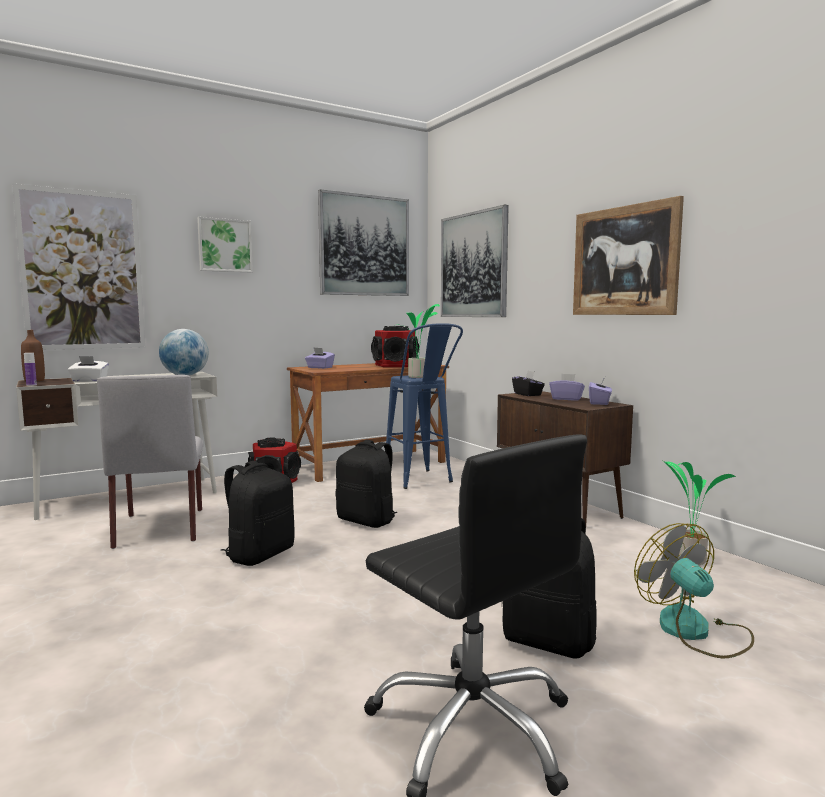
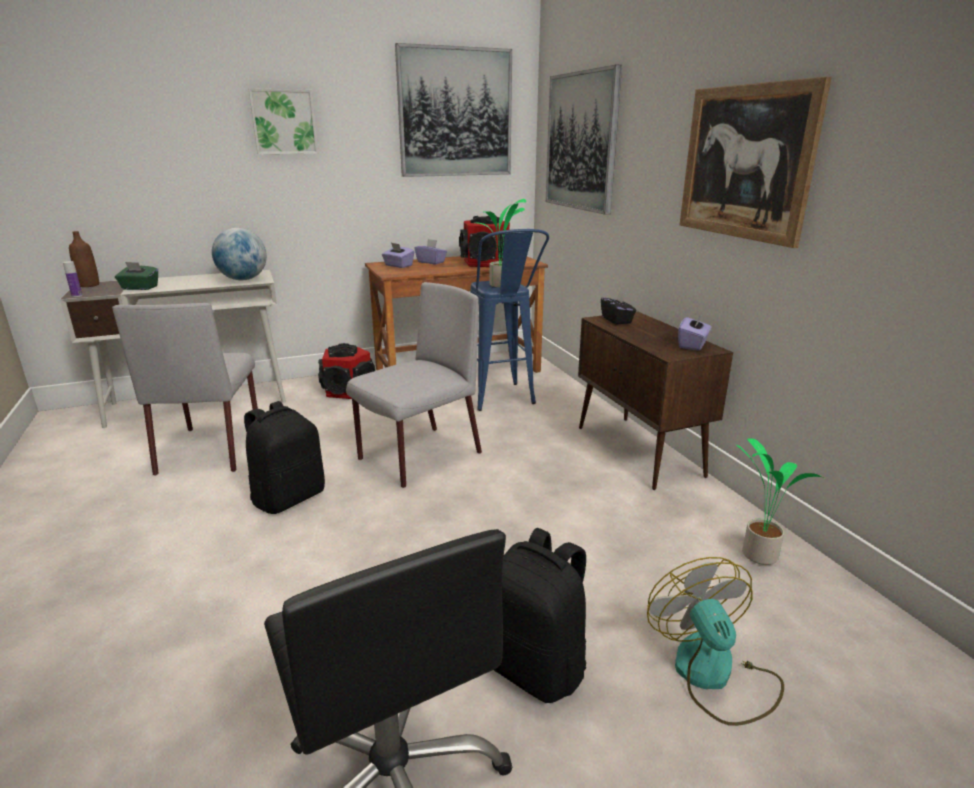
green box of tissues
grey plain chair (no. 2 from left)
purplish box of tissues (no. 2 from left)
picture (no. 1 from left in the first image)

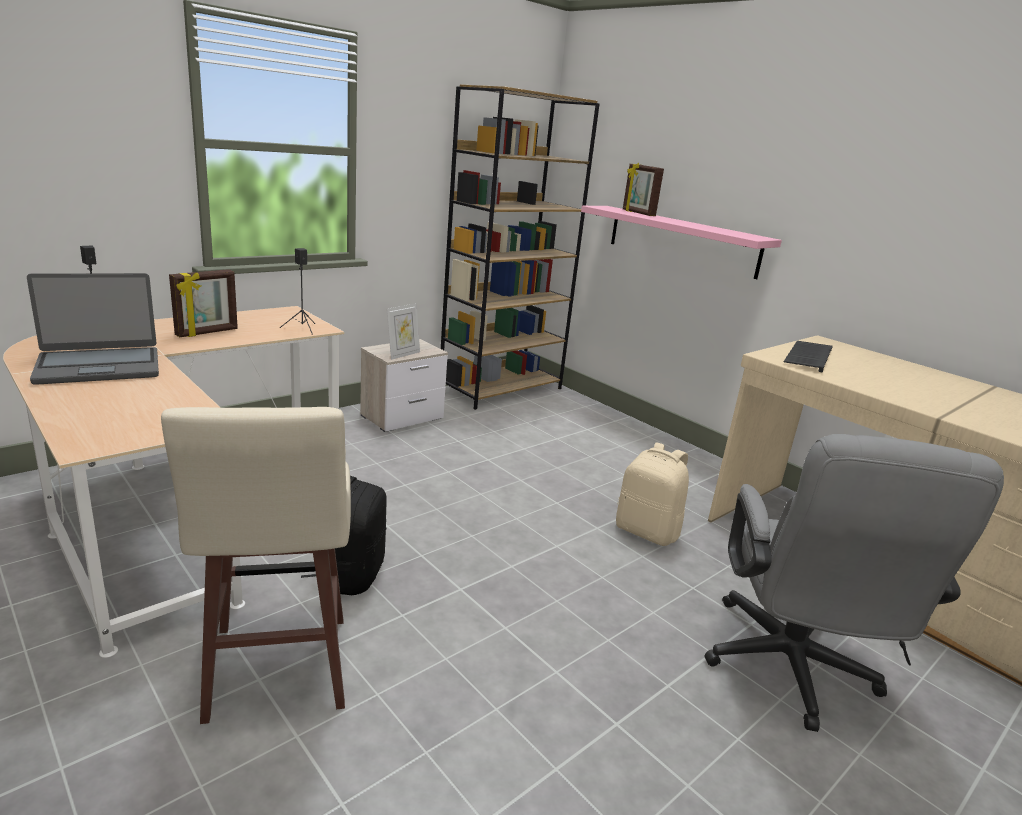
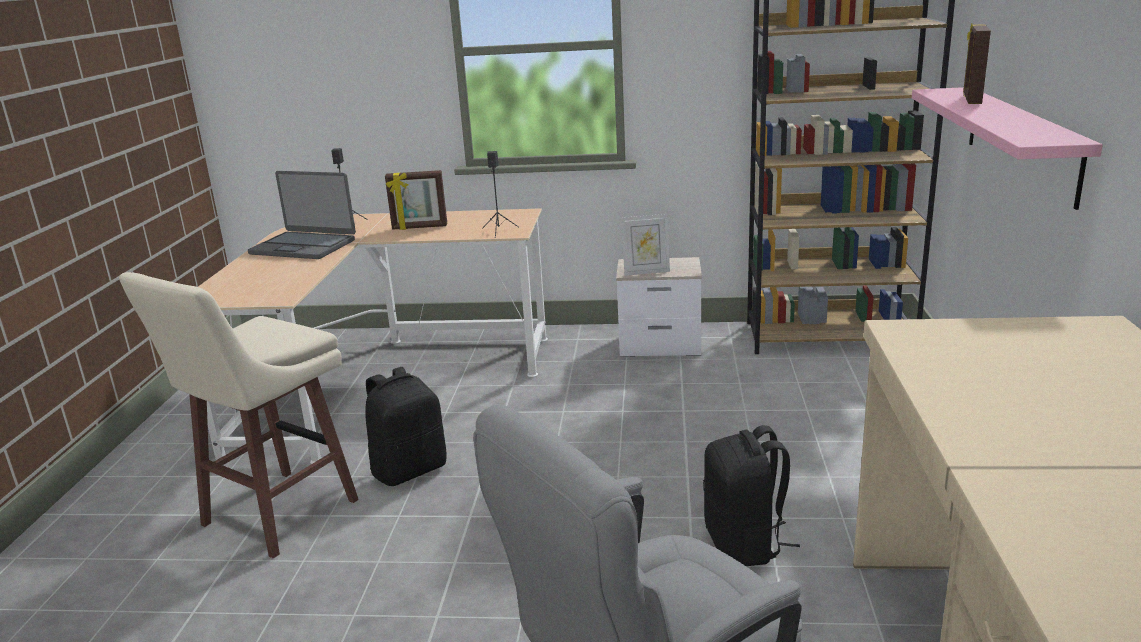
black-coloured backpack (no. 2 from left)
PC keyboard

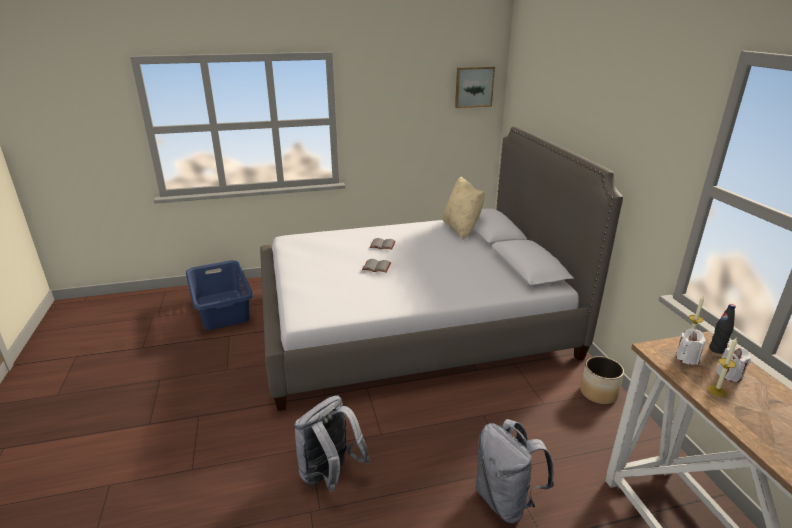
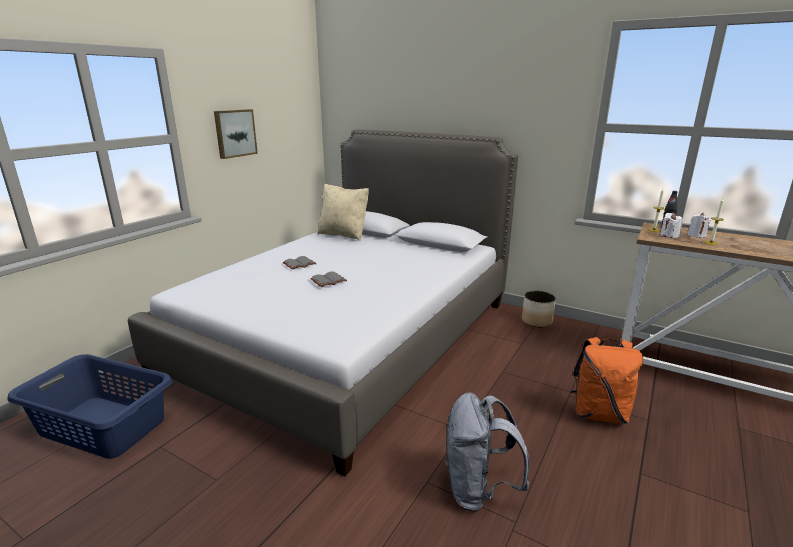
picture
orangey backpack

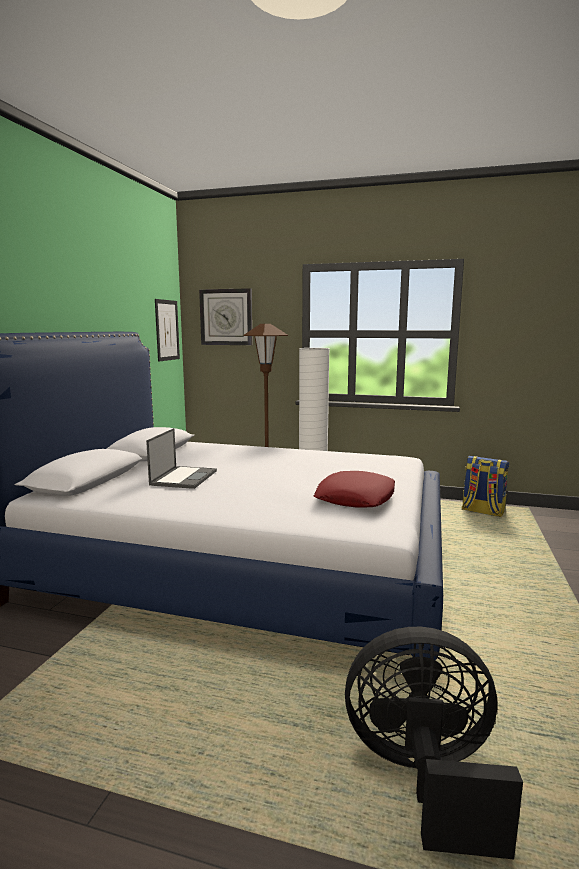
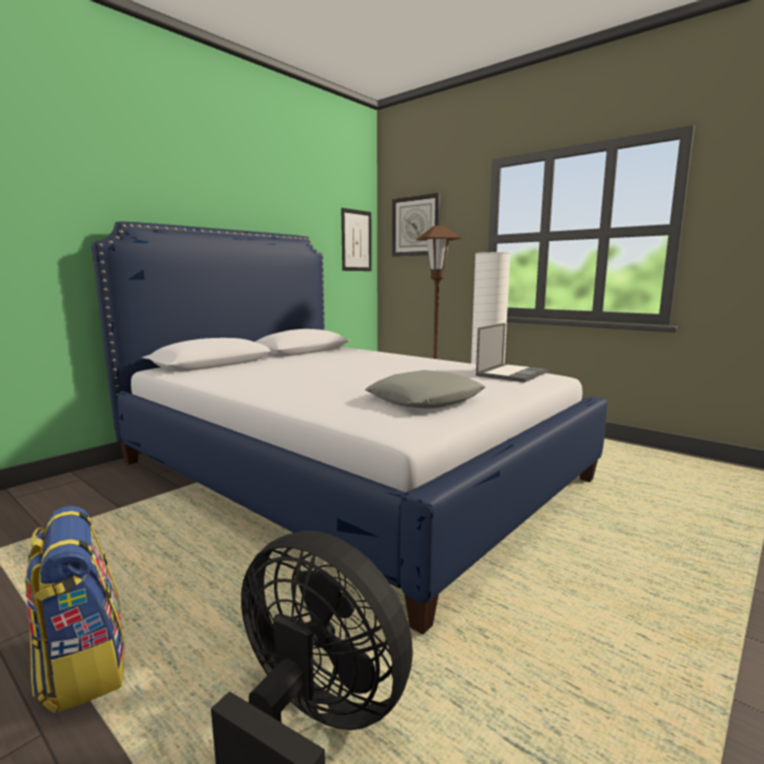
backpack
grey pillow
laptop

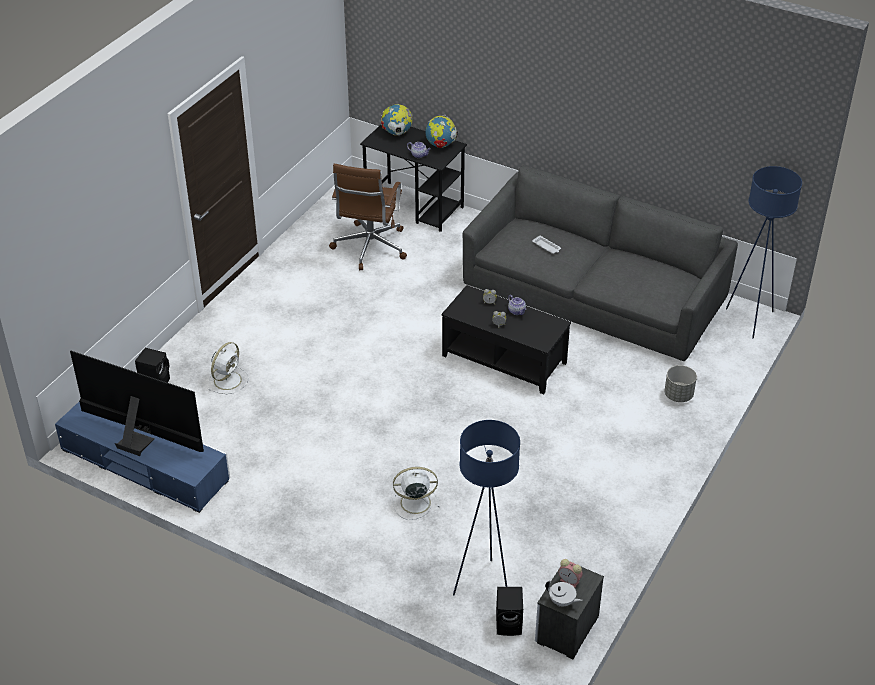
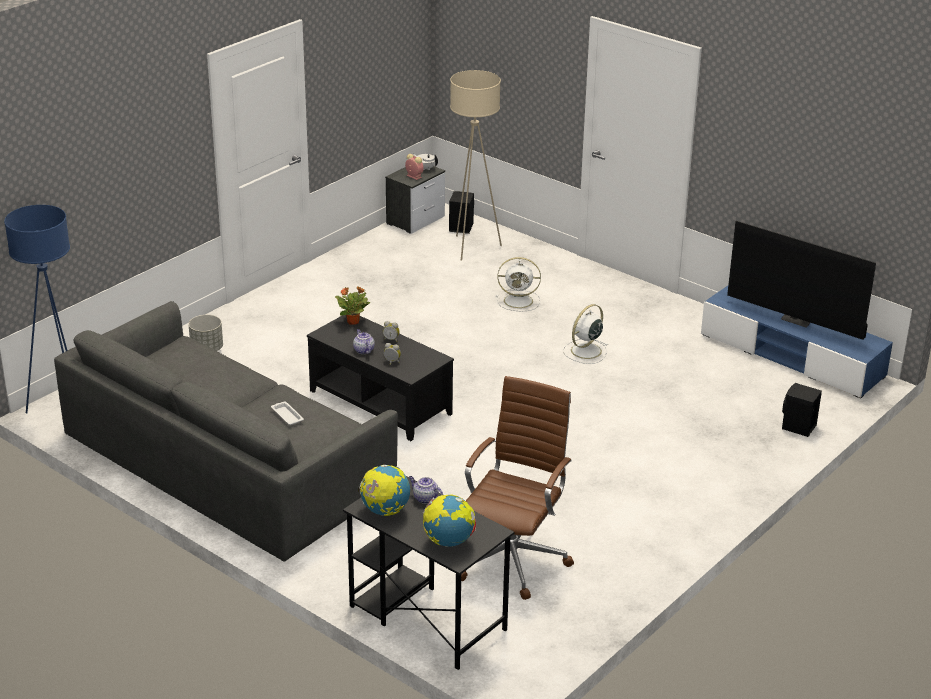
potted plant
beige-coloured standard lamp
white-coloured cooling fan (no. 2 from left)

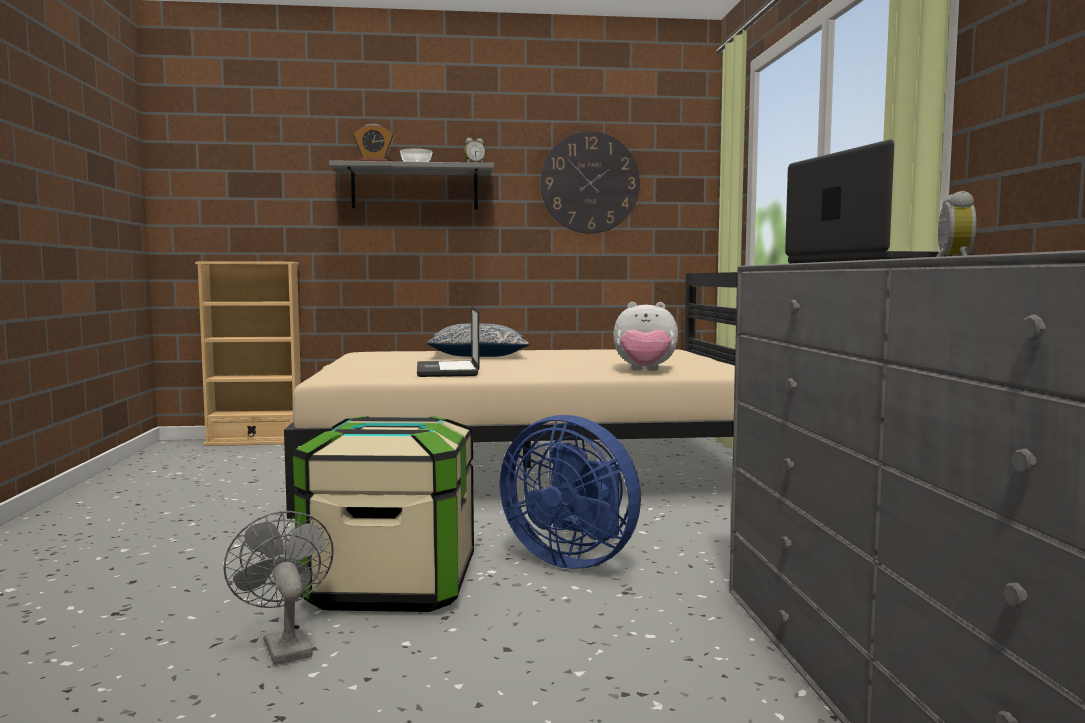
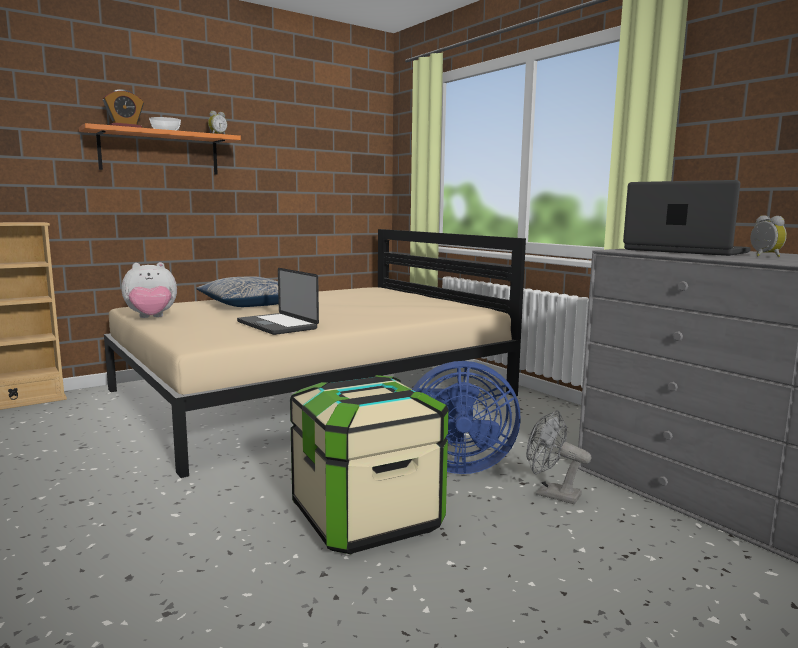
orangey wall shelf
soft toy
grey cooling fan
clock on the wall

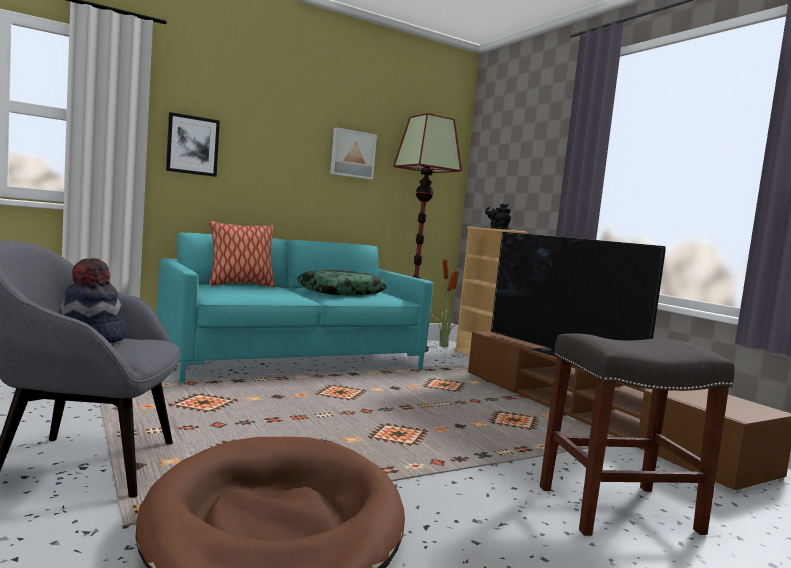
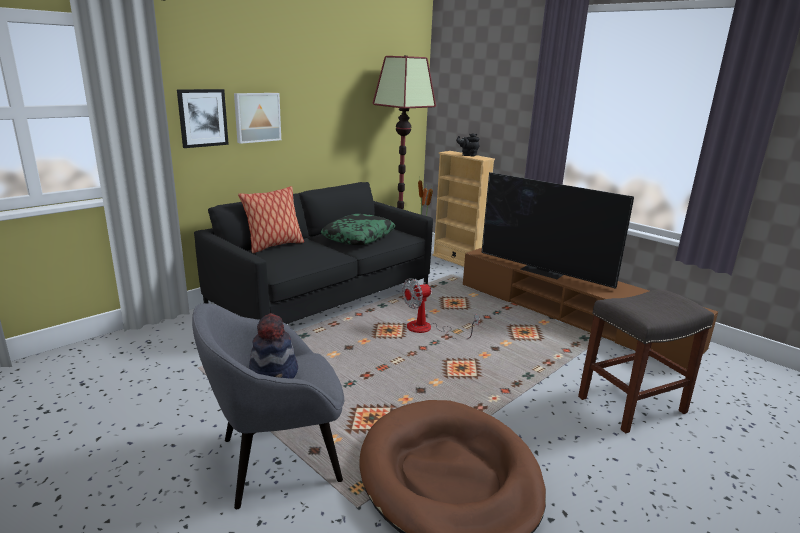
black-coloured couch
picture (no. 2 from left)
cooling fan

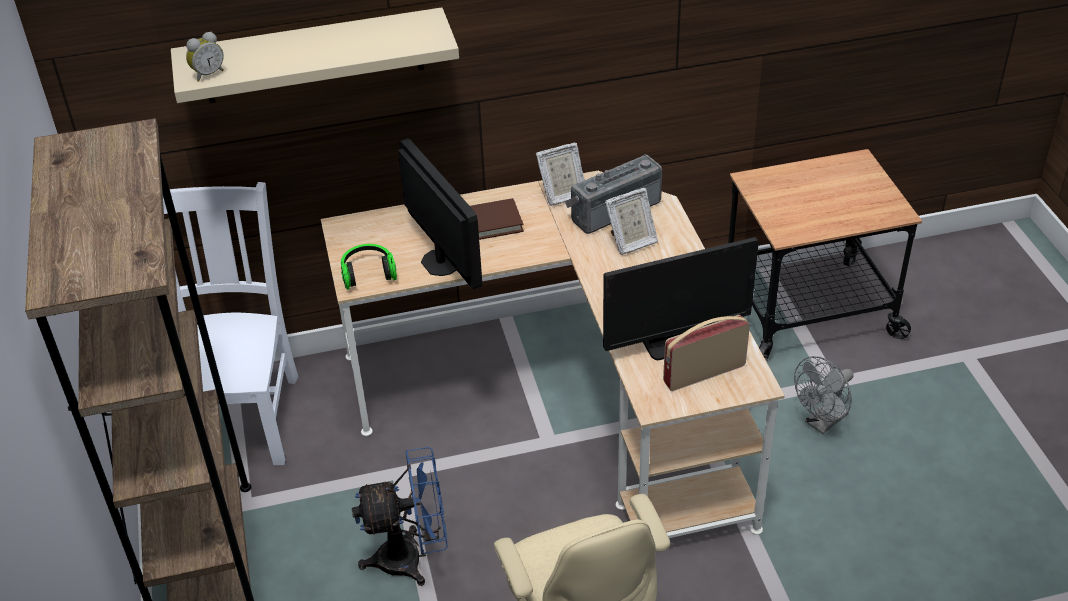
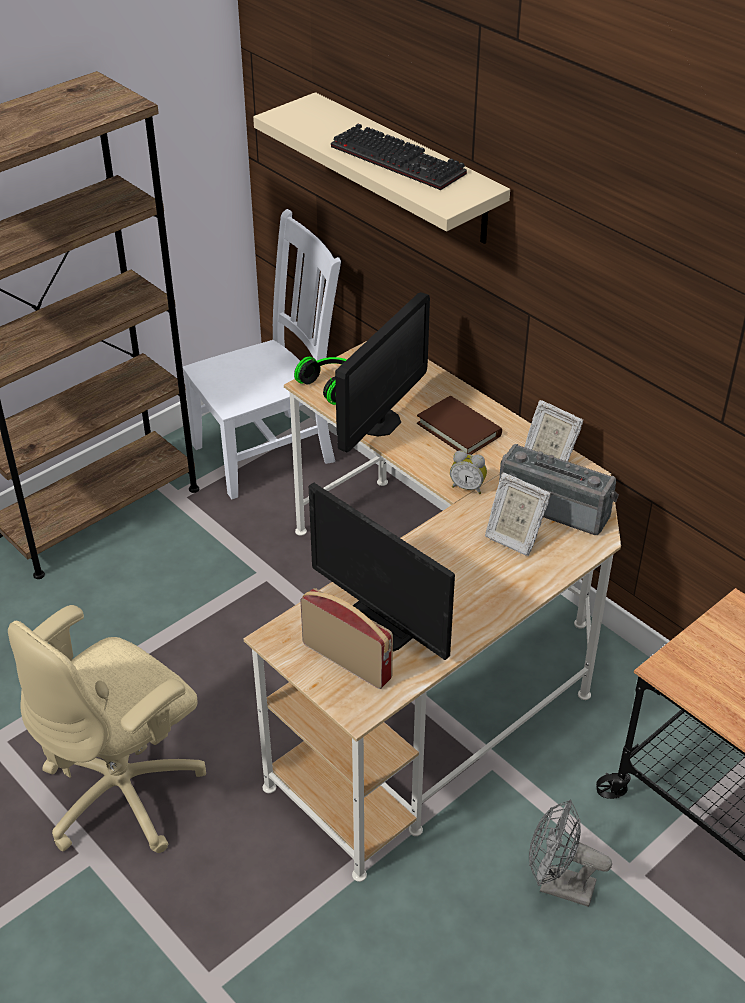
PC keyboard
table clock
blue cooling fan

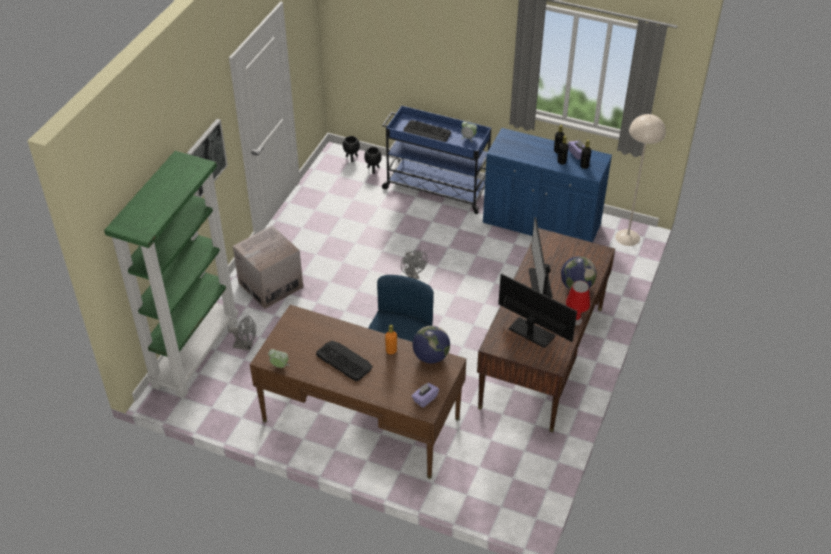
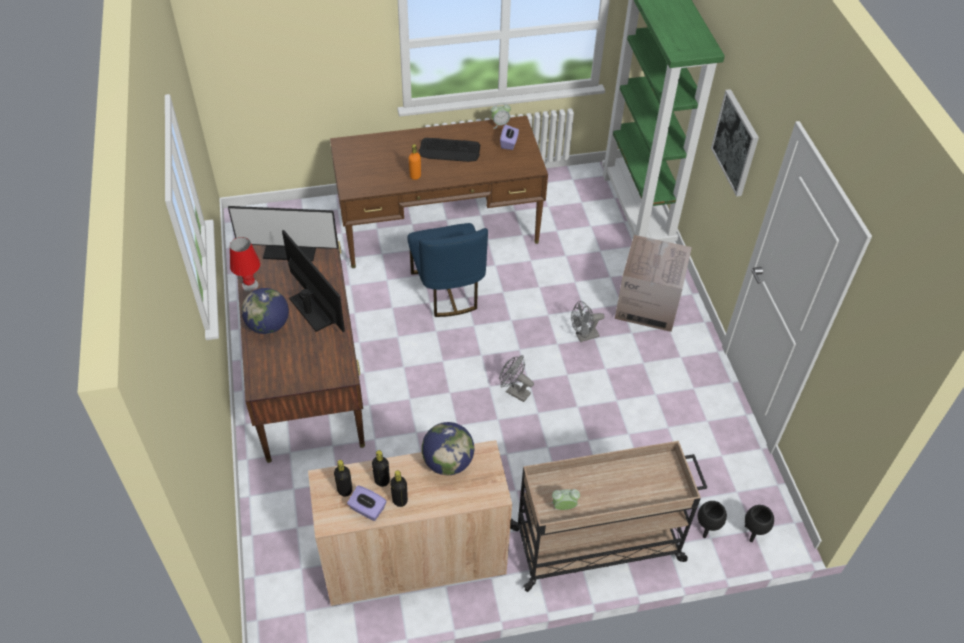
beige-coloured cabinet
world globe (no. 2 from left)
purplish box of tissues (no. 2 from left)
beige-coloured wheeled cart
grey cooling fan (no. 2 from left)
PC keyboard (no. 2 from left in the first image)
beige-coloured standard lamp

